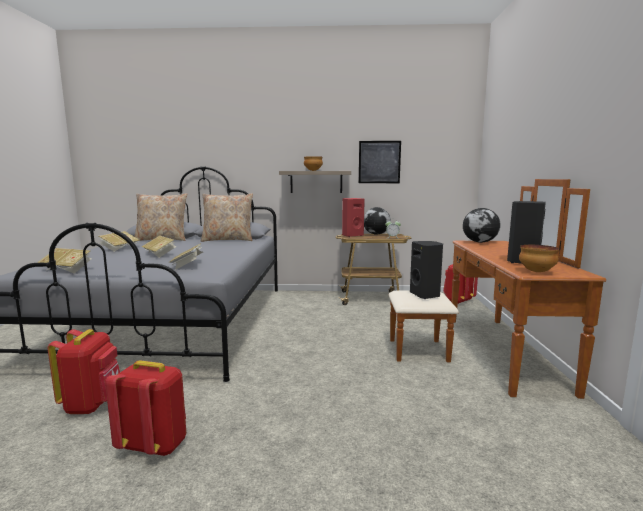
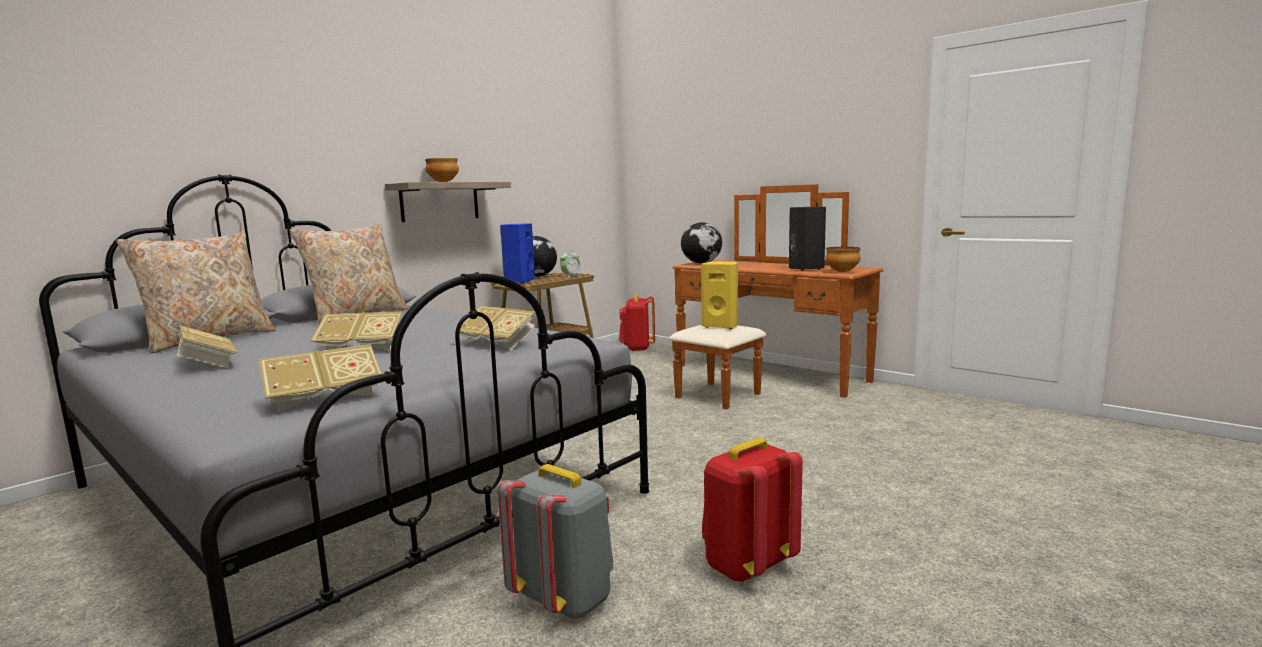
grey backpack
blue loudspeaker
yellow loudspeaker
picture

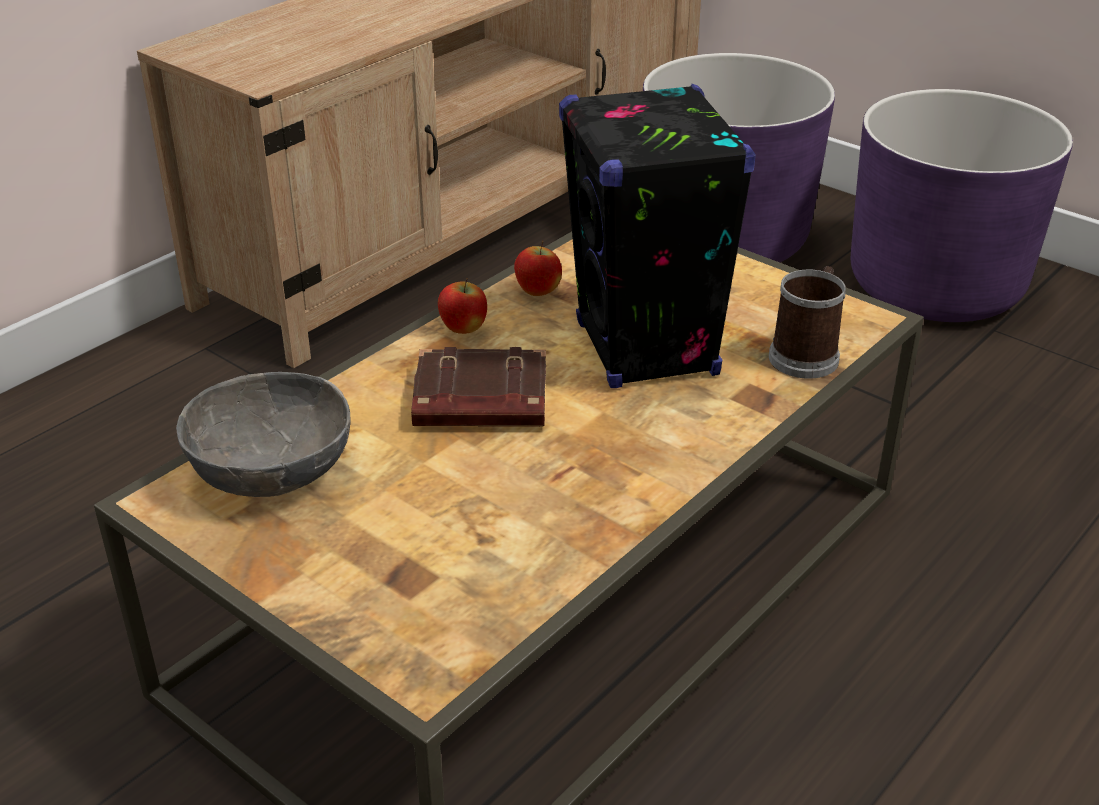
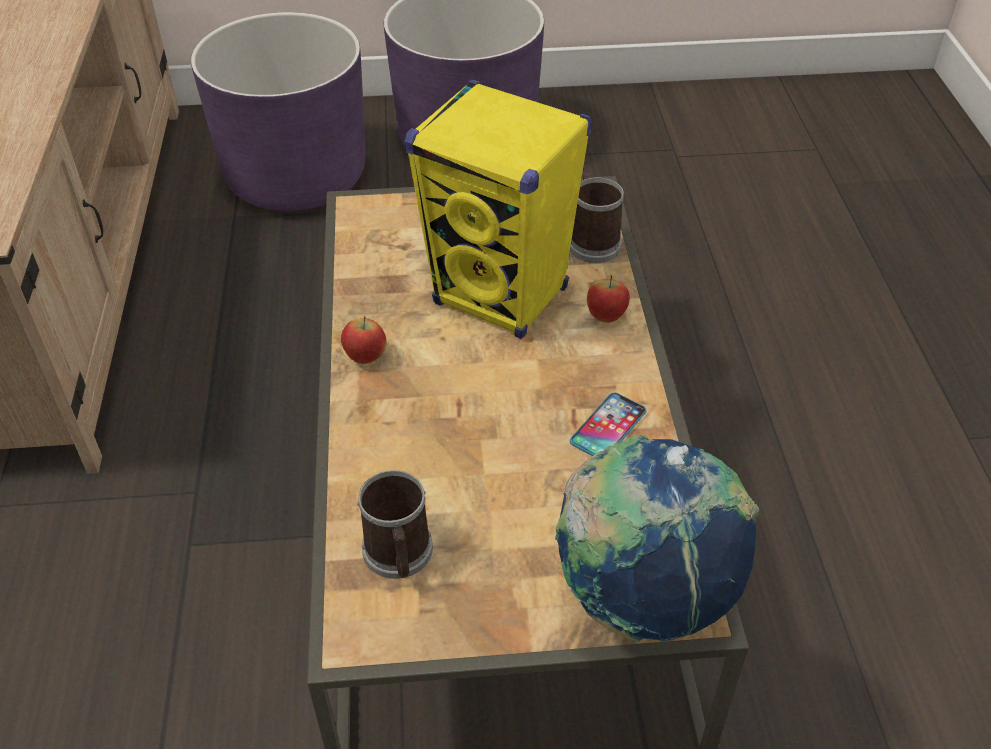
mug (no. 1 from left)
yellow loudspeaker
world globe
phone
apple fruit (no. 2 from left)
brownish book

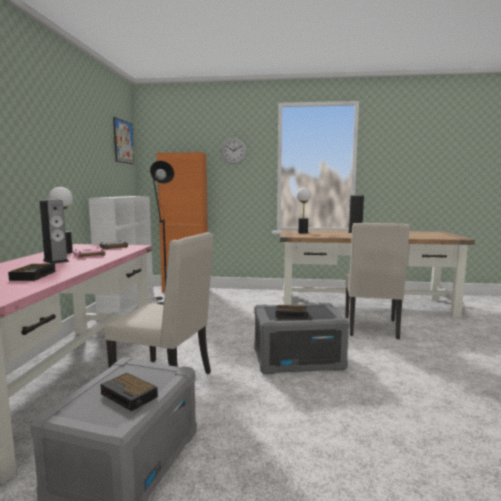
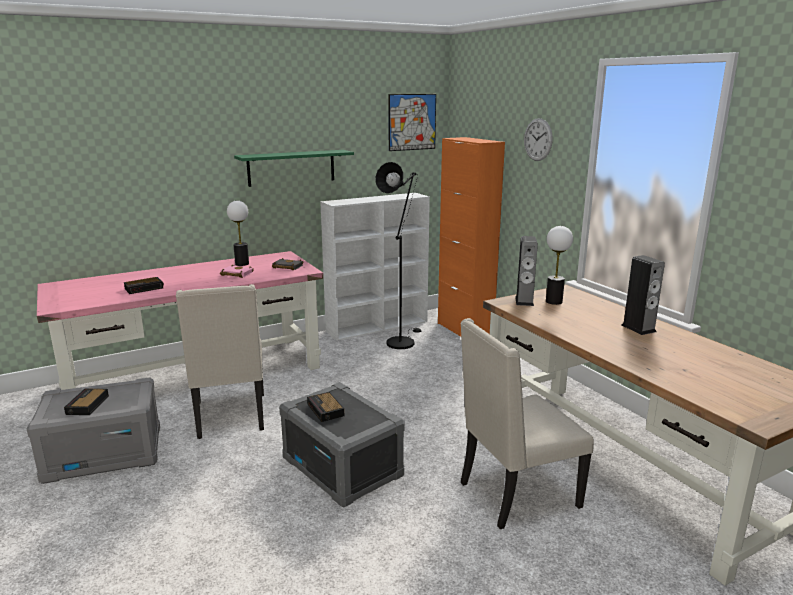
green wall shelf
loudspeaker (no. 1 from left)

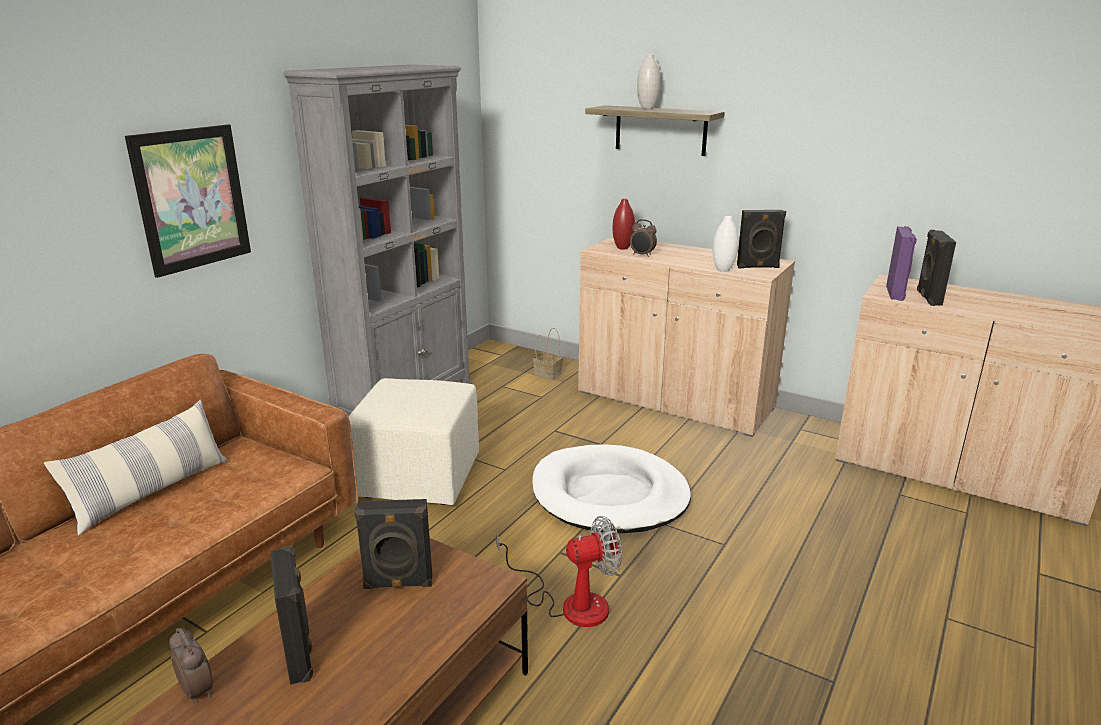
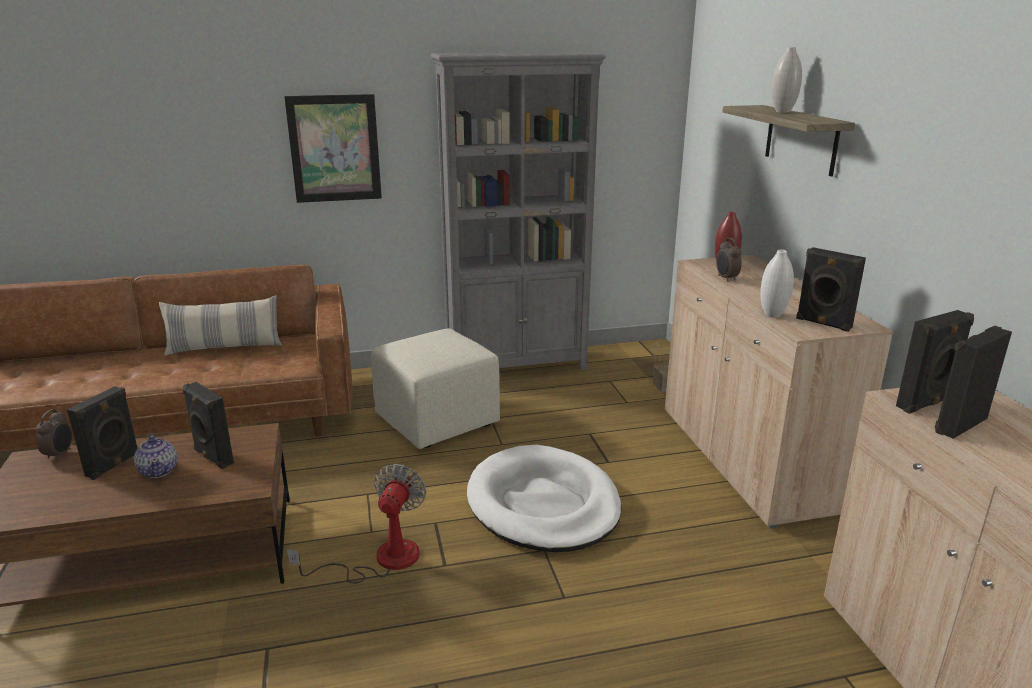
pot for tea
cooling fan
black-coloured loudspeaker (no. 4 from left)

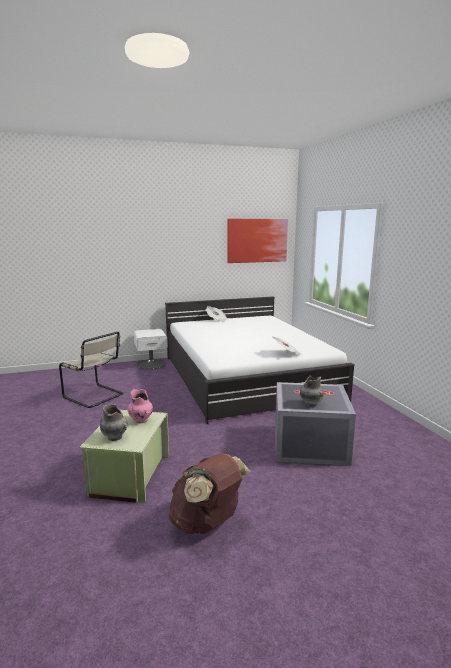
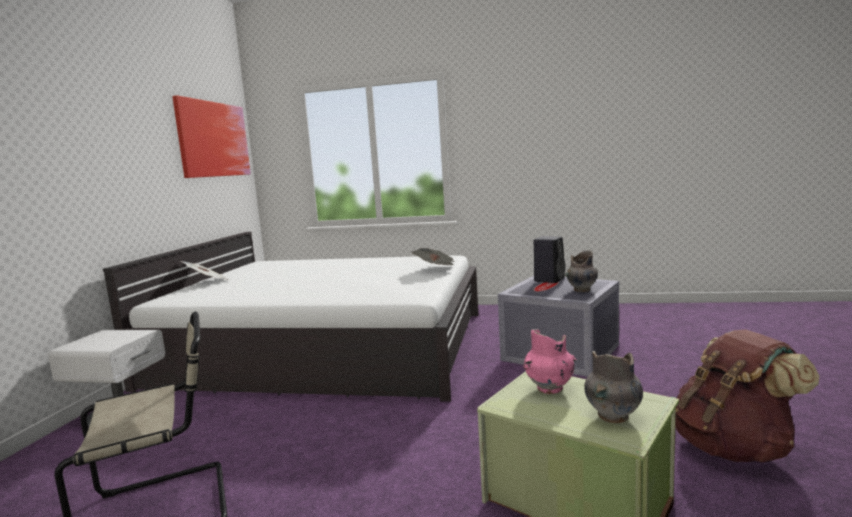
black-coloured loudspeaker

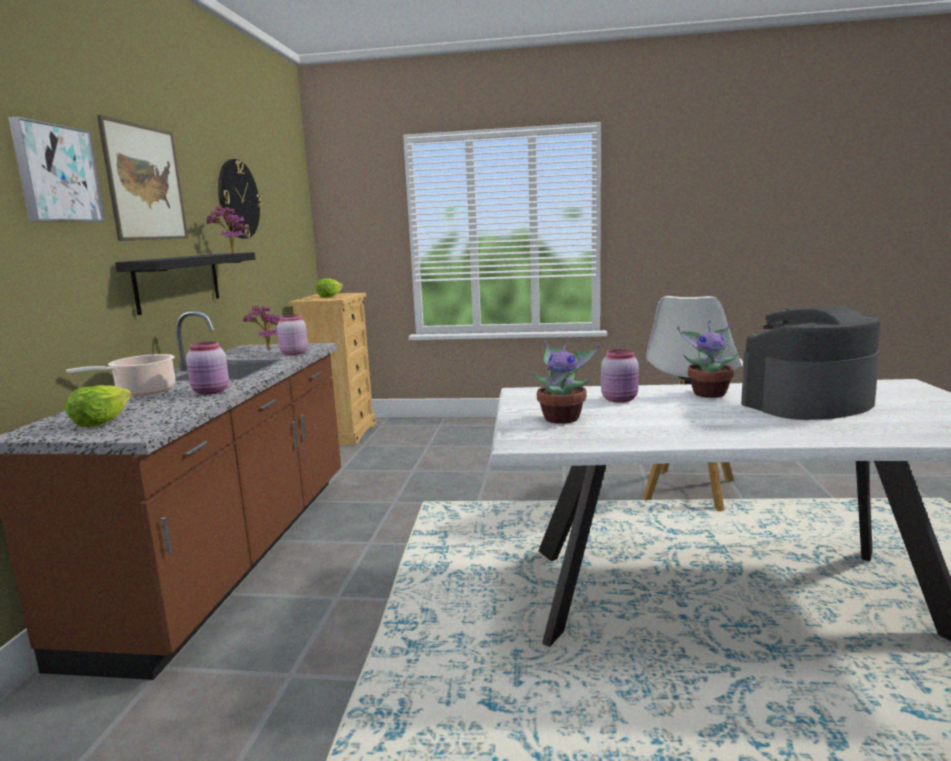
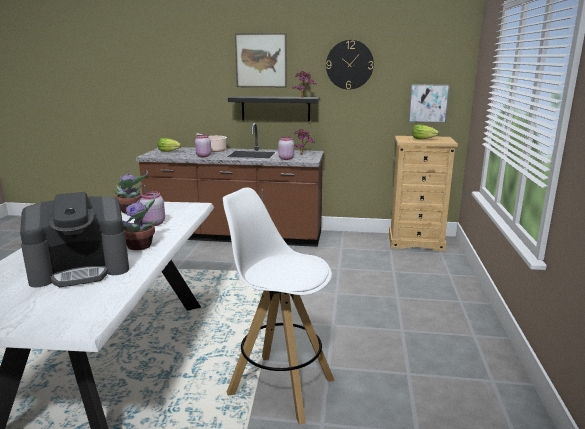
coffee machine
picture (no. 2 from left)

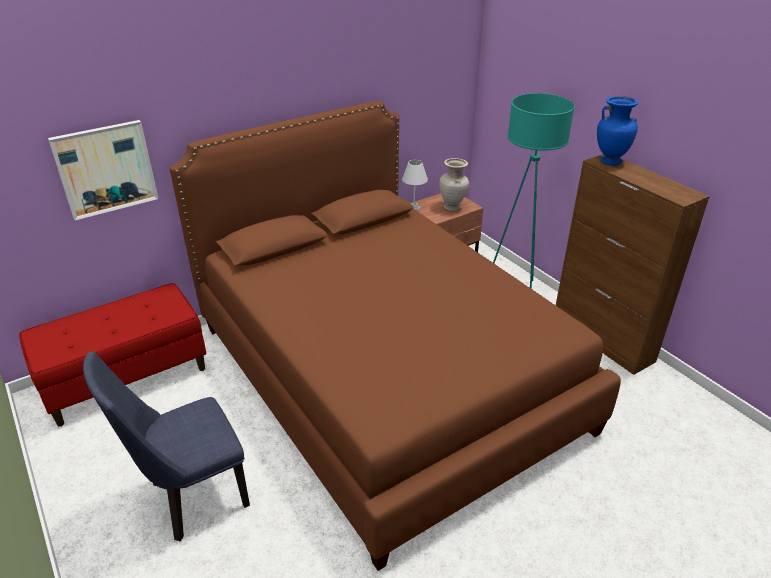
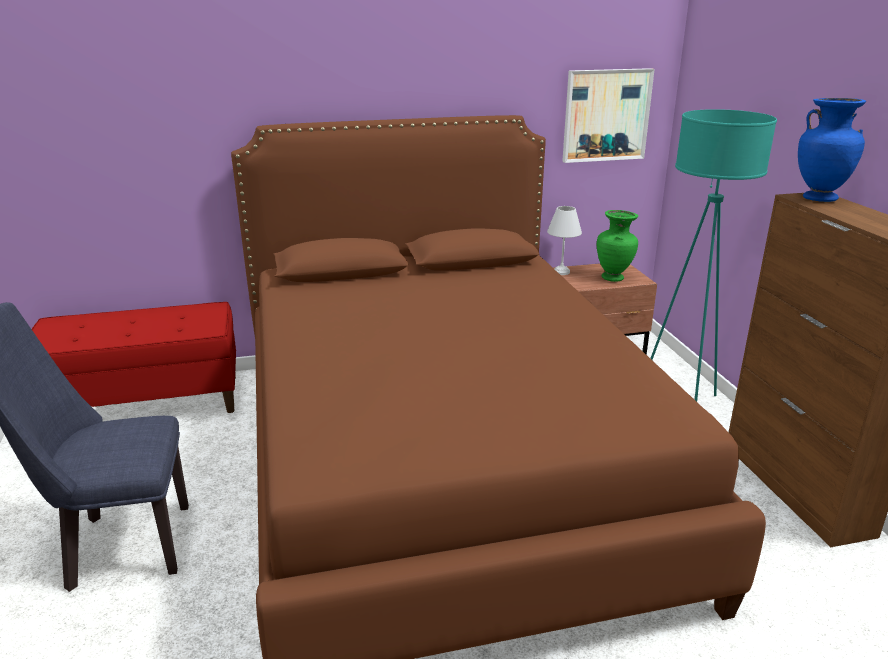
picture
green decorative vase

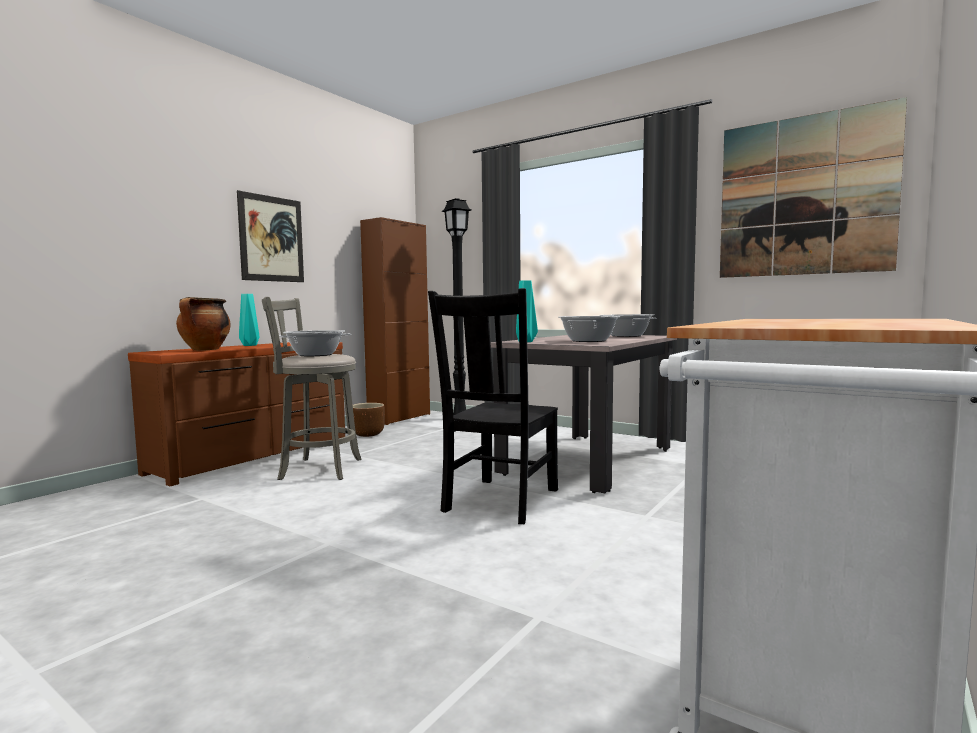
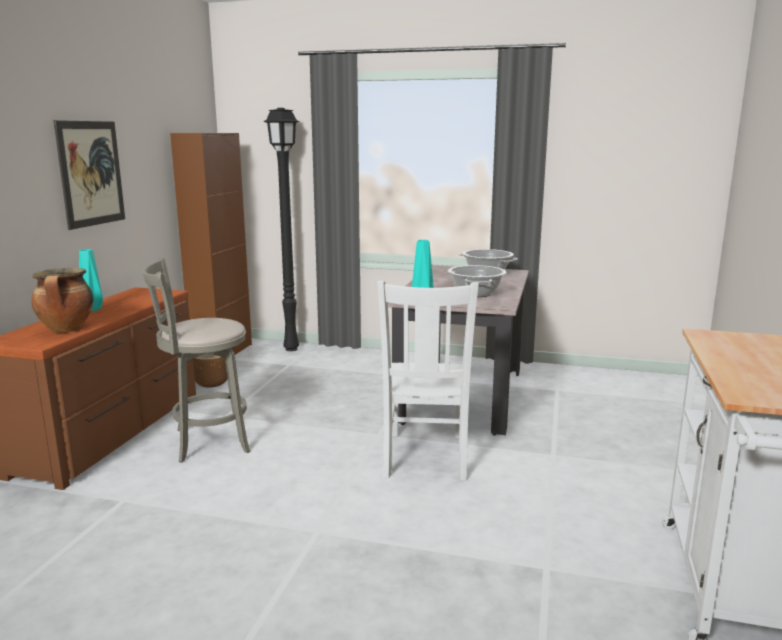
white-coloured plain chair
saucepot (no. 2 from left in the first image)
picture (no. 2 from left in the first image)

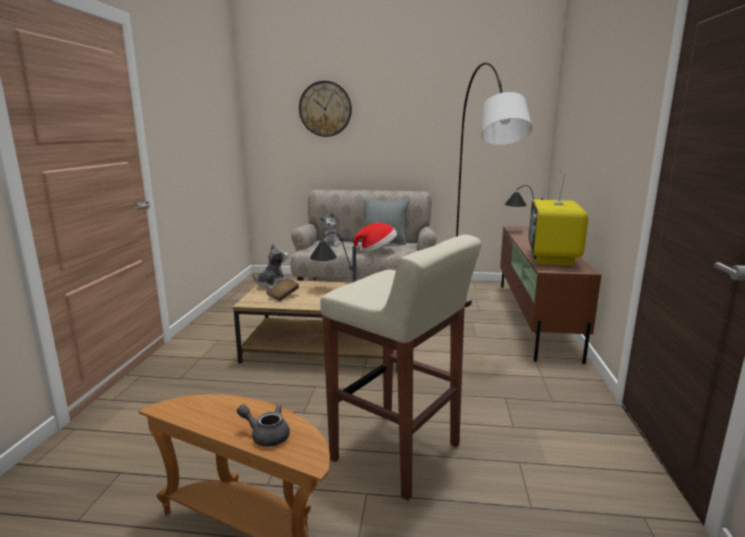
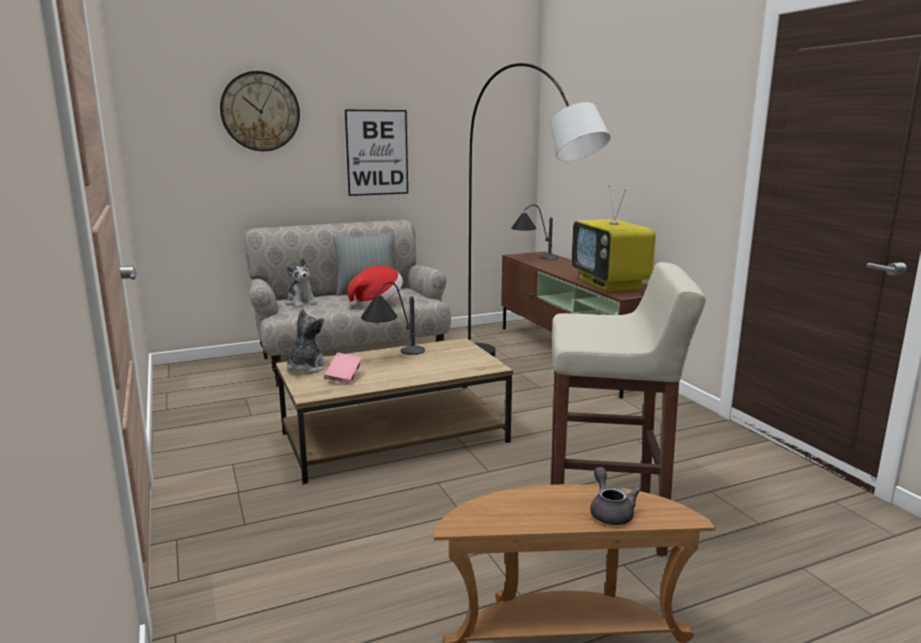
pink book
picture
grey pot for tea

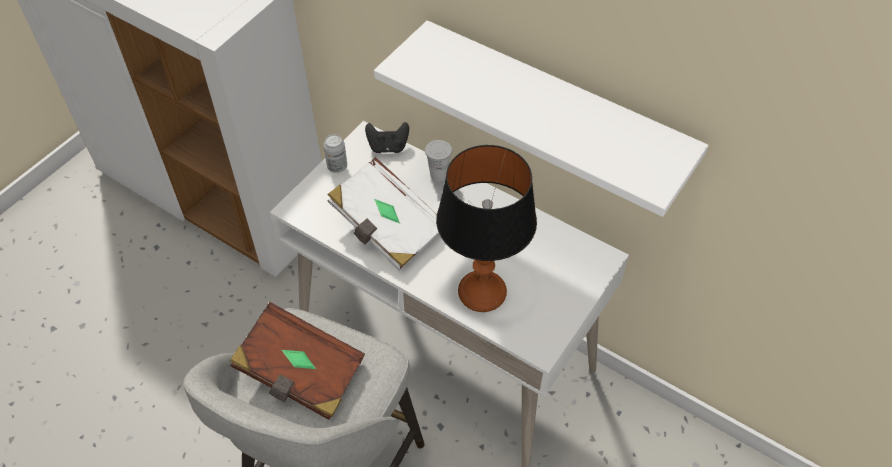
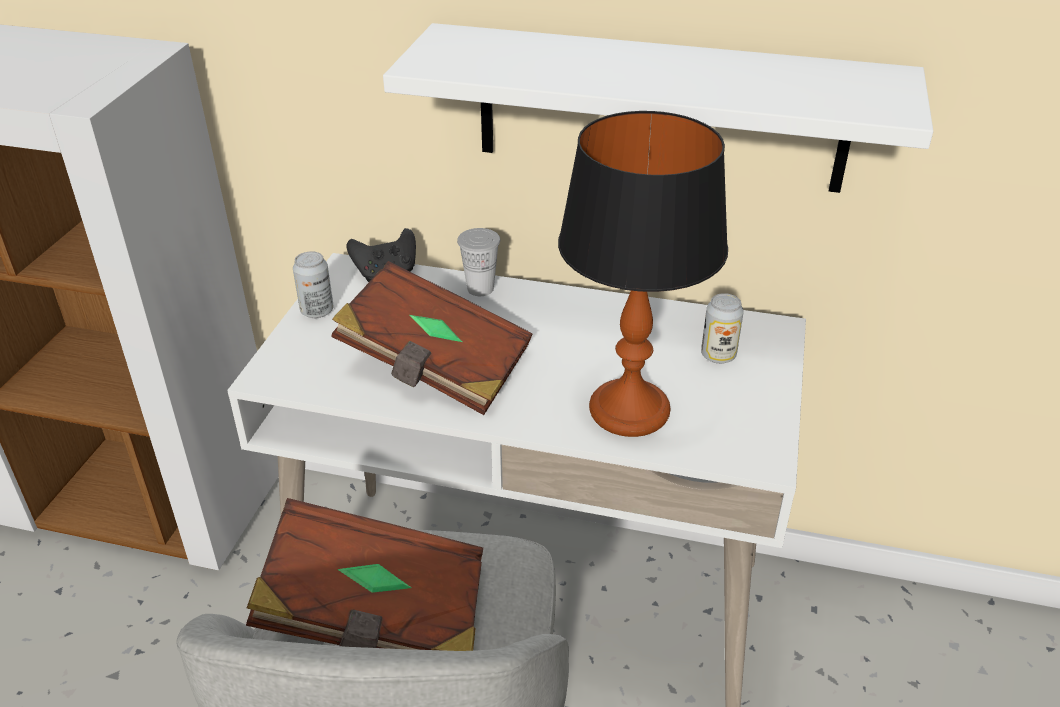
brownish book (no. 2 from left)
metal can (no. 2 from left)

